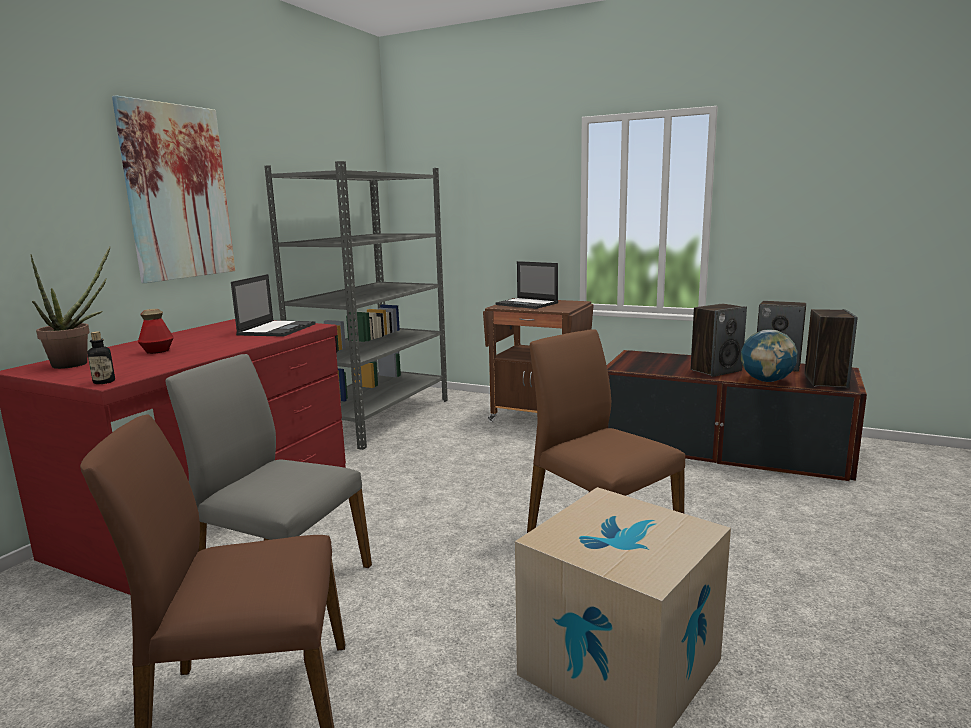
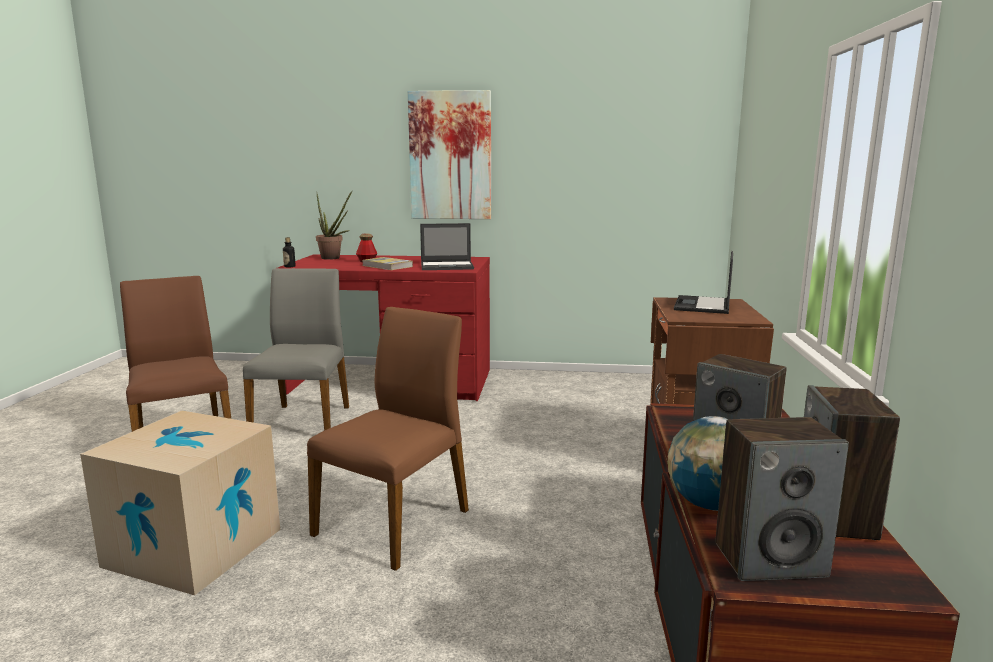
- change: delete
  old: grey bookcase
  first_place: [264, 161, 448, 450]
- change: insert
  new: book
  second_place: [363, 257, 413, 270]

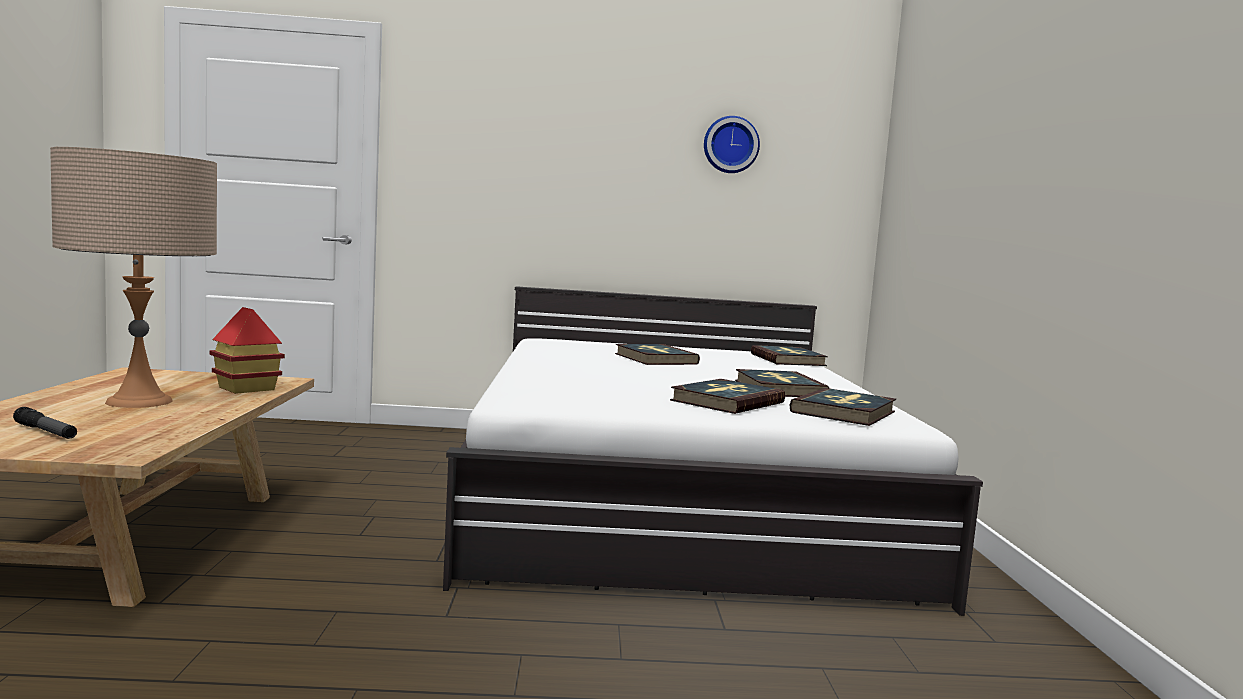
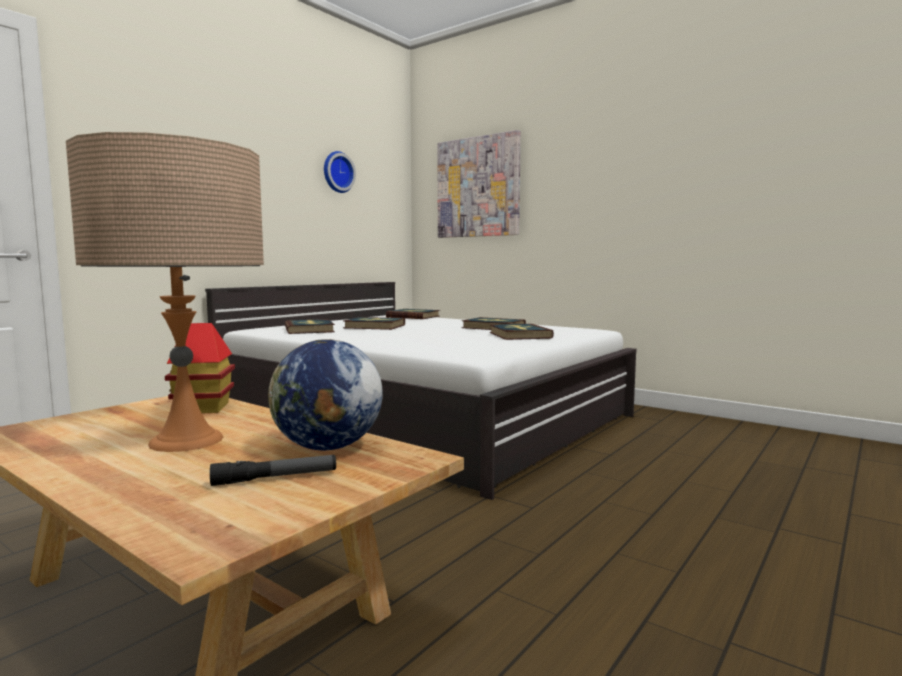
- change: move
  old: book
  first_place: [790, 388, 896, 426]
  second_place: [285, 319, 335, 334]
- change: insert
  new: globe
  second_place: [268, 339, 383, 451]
- change: insert
  new: picture
  second_place: [437, 130, 521, 238]

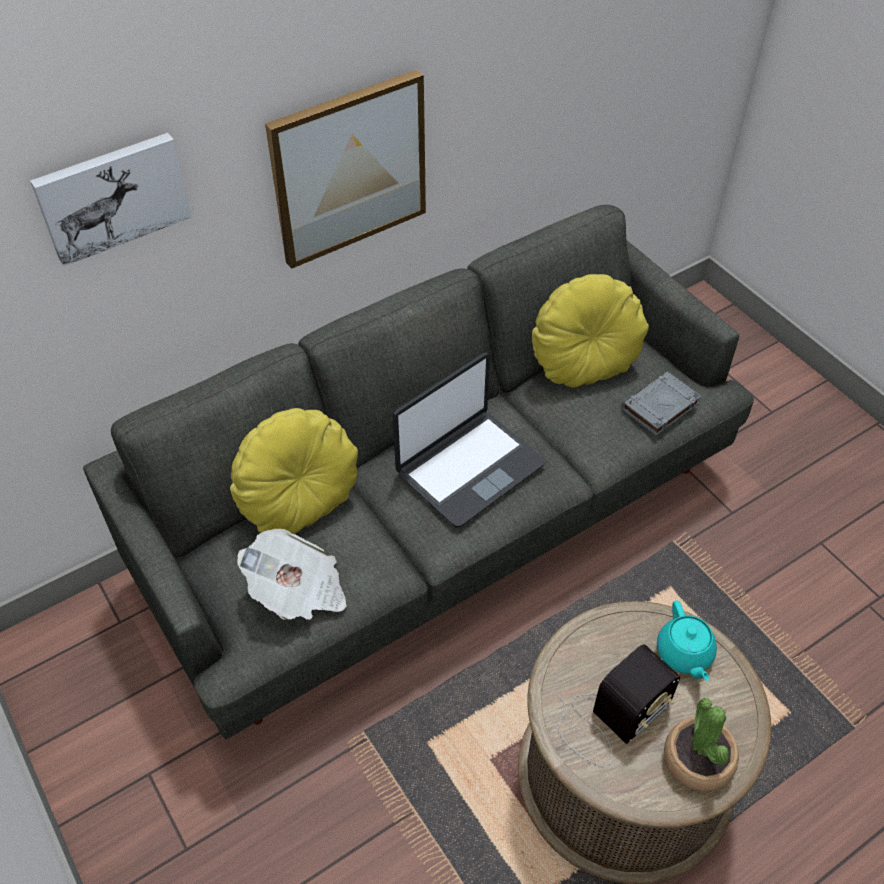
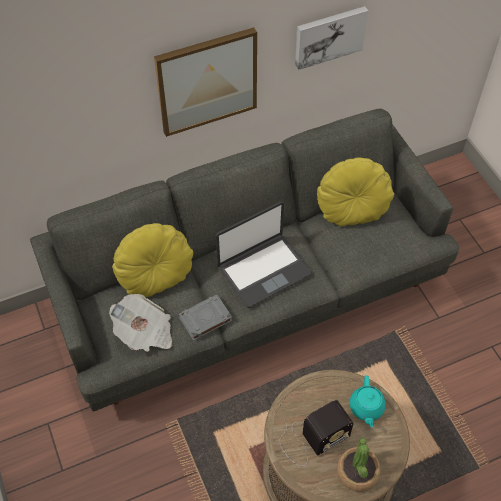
- change: move
  old: picture
  first_place: [30, 133, 192, 266]
  second_place: [295, 6, 368, 70]
- change: move
  old: grey book
  first_place: [621, 372, 701, 436]
  second_place: [178, 294, 232, 341]

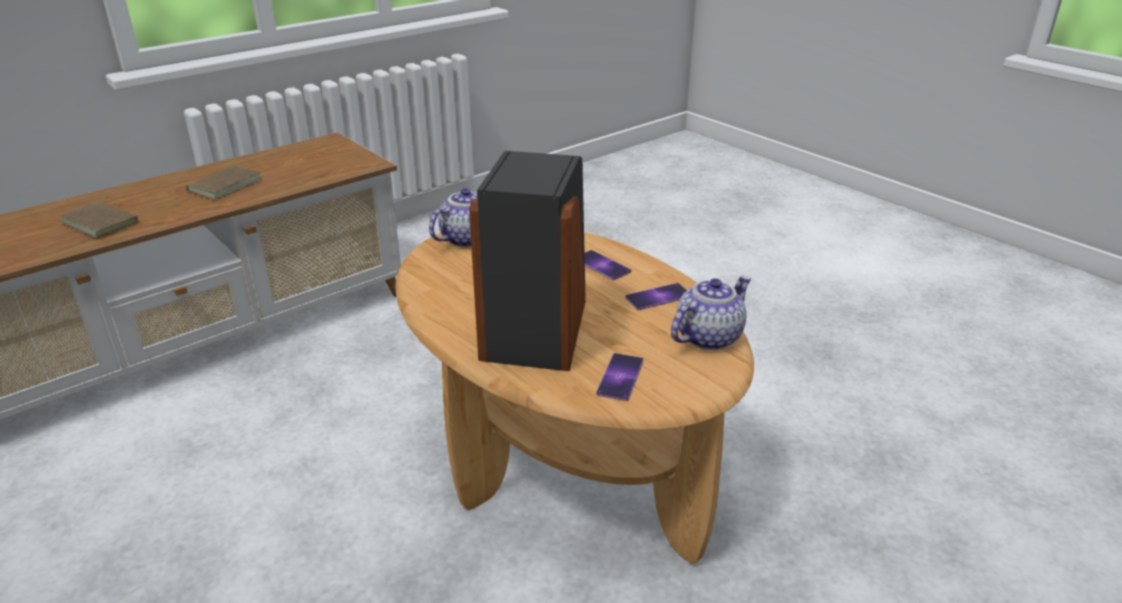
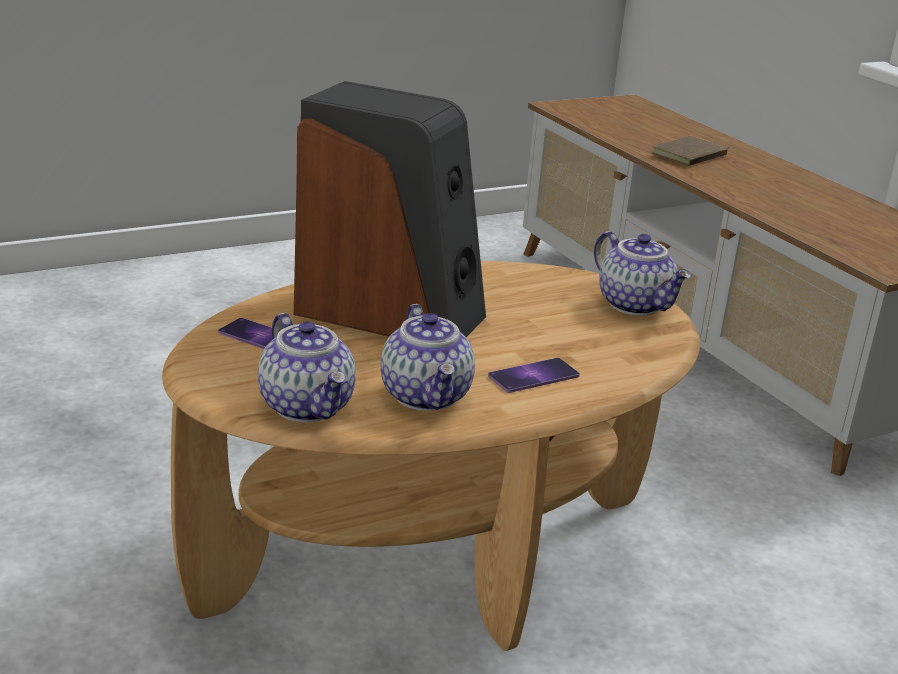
- change: delete
  old: brown book
  first_place: [179, 166, 262, 200]
- change: replace
  old: phone
  new: teapot
  first_place: [625, 283, 687, 310]
  second_place: [381, 304, 475, 411]

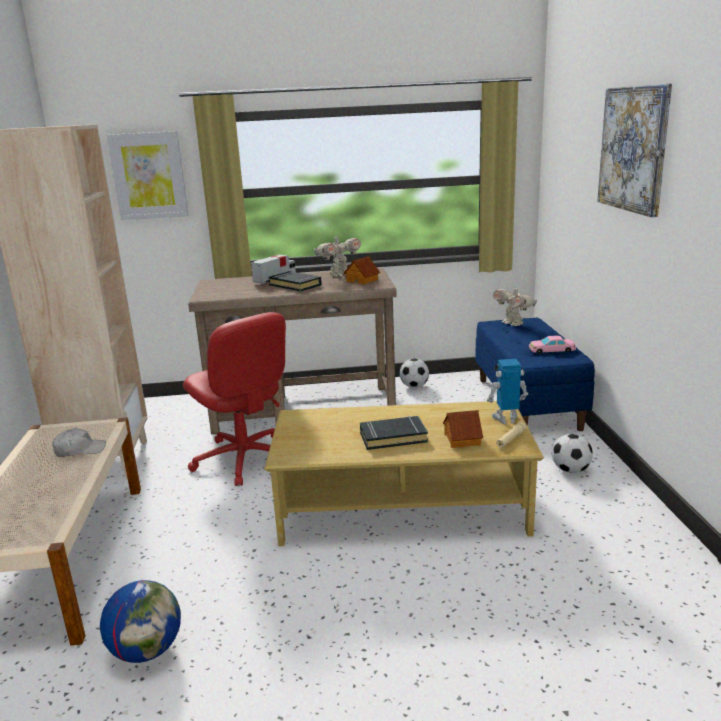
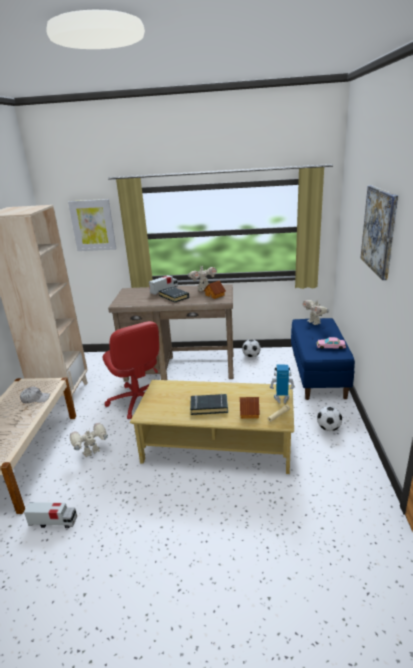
- change: replace
  old: globe
  new: toy truck
  first_place: [100, 580, 181, 663]
  second_place: [24, 502, 77, 528]
- change: insert
  new: toy robot
  second_place: [70, 423, 108, 457]

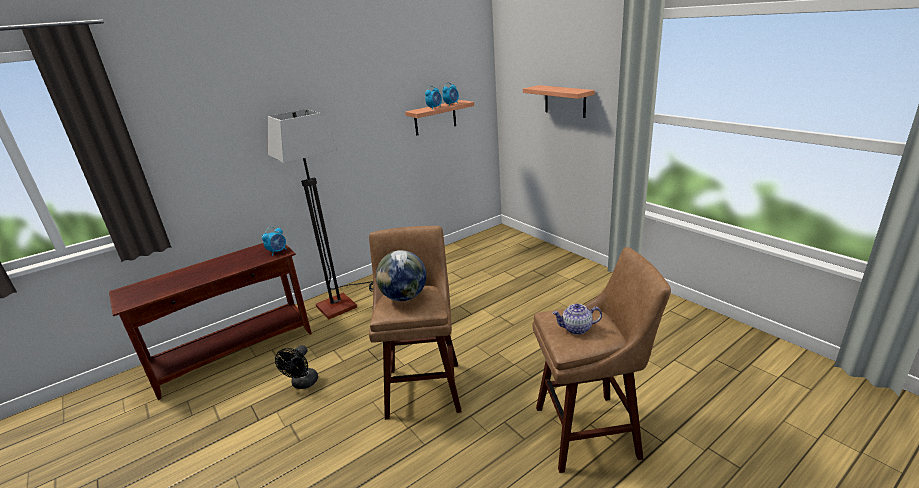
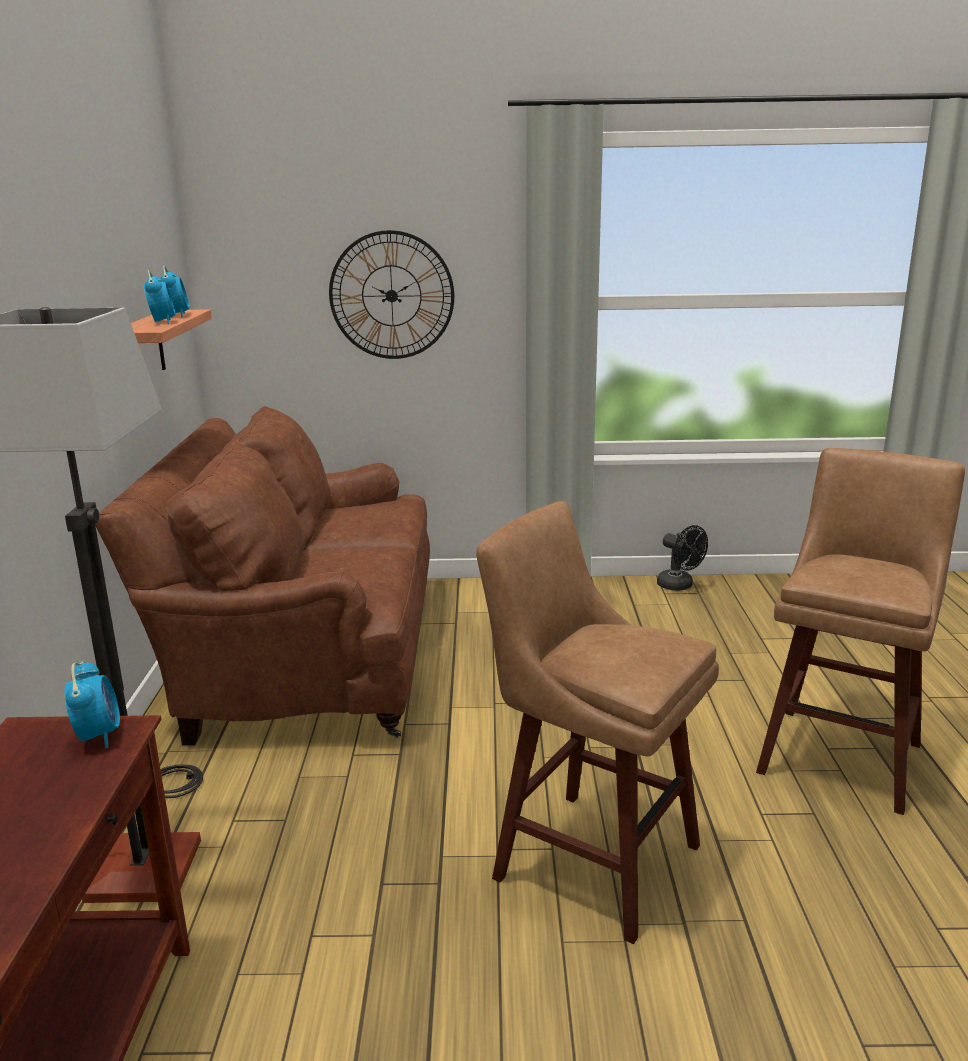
- change: move
  old: black fan
  first_place: [275, 345, 318, 389]
  second_place: [657, 525, 708, 591]
- change: delete
  old: globe
  first_place: [376, 250, 427, 301]
- change: replace
  old: shelf
  new: wall clock
  first_place: [523, 85, 595, 118]
  second_place: [329, 230, 454, 359]
- change: delete
  old: teapot
  first_place: [552, 303, 602, 335]
- change: insert
  new: brown sofa
  second_place: [95, 407, 430, 745]

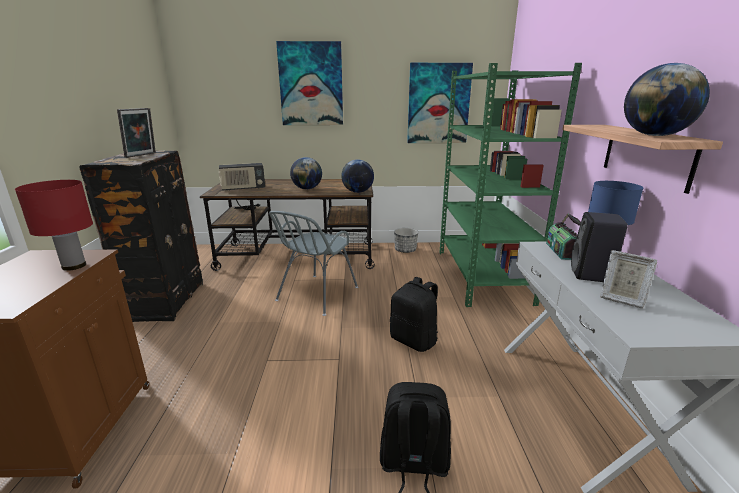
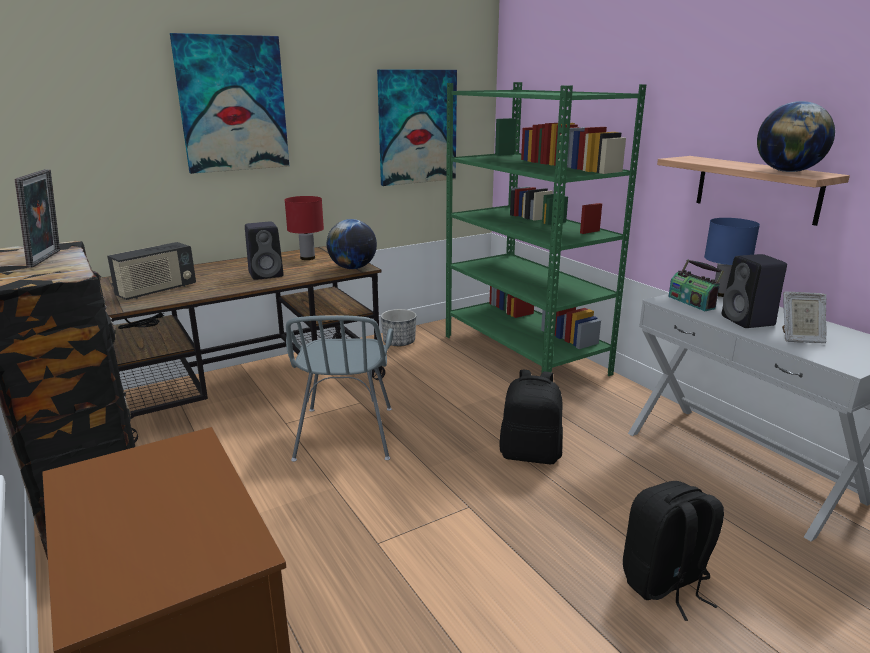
- change: move
  old: red table lamp
  first_place: [15, 180, 93, 271]
  second_place: [284, 196, 324, 260]
- change: replace
  old: globe
  new: black speaker
  first_place: [290, 157, 322, 189]
  second_place: [245, 221, 284, 280]

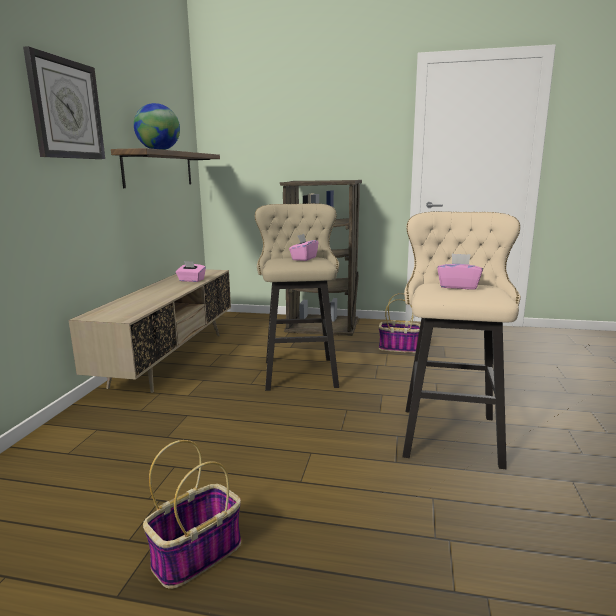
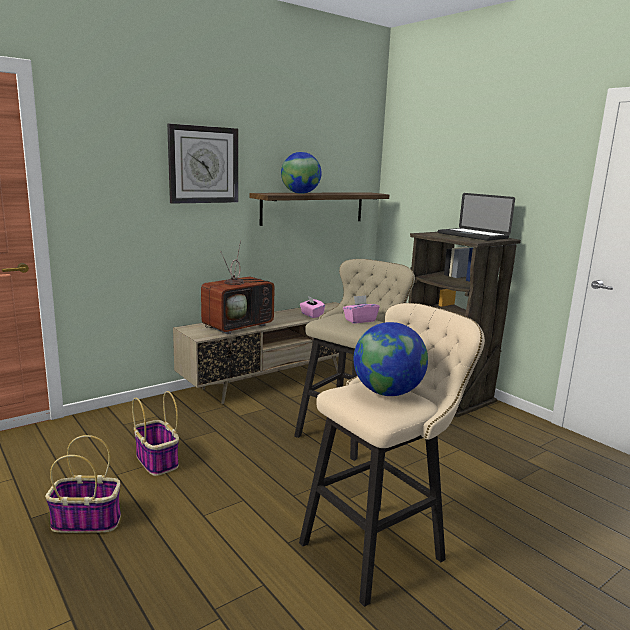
- change: move
  old: basket
  first_place: [379, 293, 420, 353]
  second_place: [132, 391, 179, 476]
- change: replace
  old: pink tissue box
  new: globe
  first_place: [437, 254, 483, 290]
  second_place: [354, 322, 428, 396]
- change: insert
  new: television
  second_place: [201, 241, 275, 334]
- change: insert
  new: laptop
  second_place: [438, 193, 515, 241]

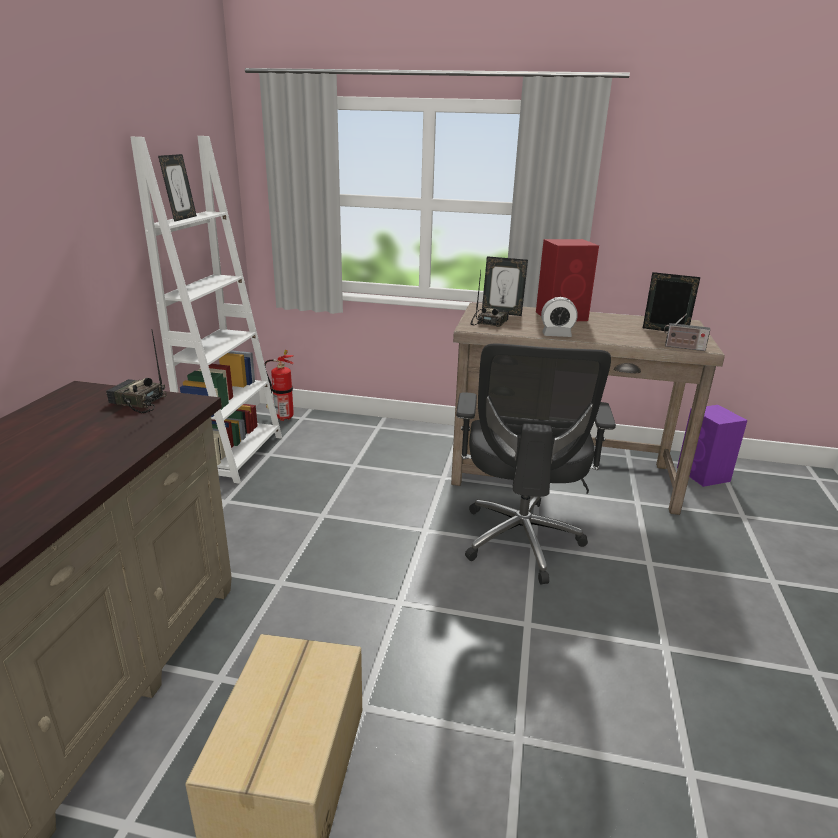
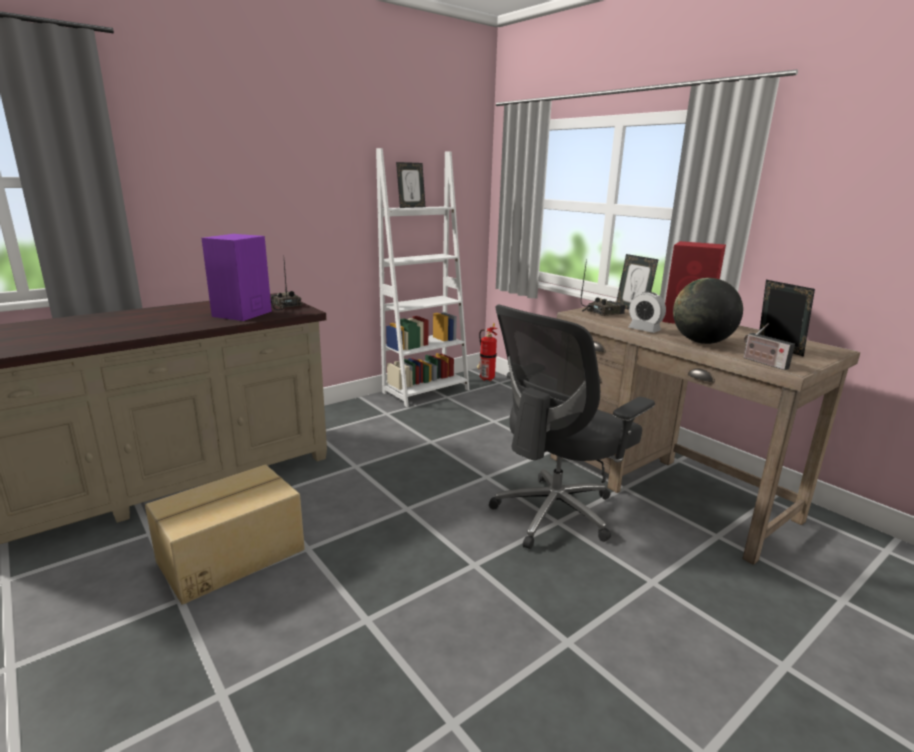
- change: move
  old: purple speaker
  first_place: [677, 405, 748, 487]
  second_place: [201, 234, 272, 321]
- change: insert
  new: globe
  second_place: [673, 278, 743, 344]

